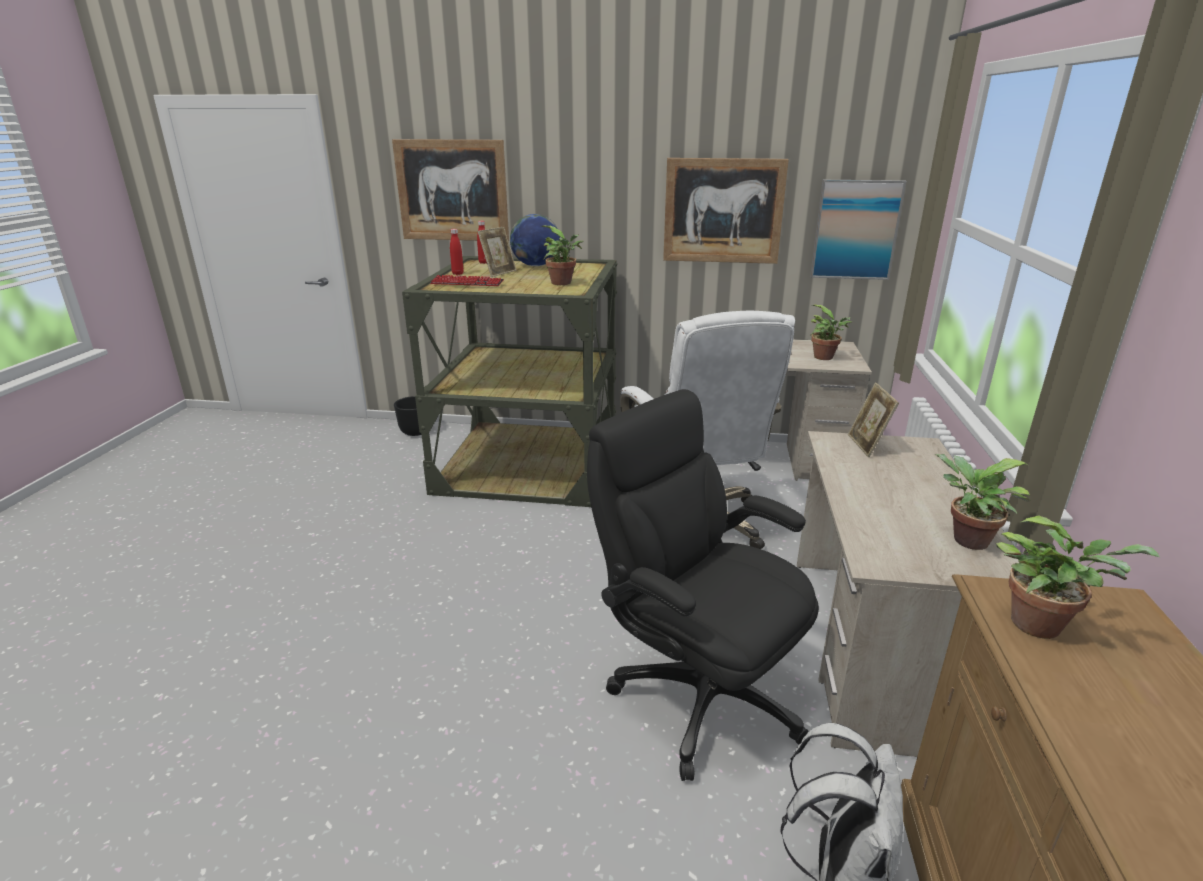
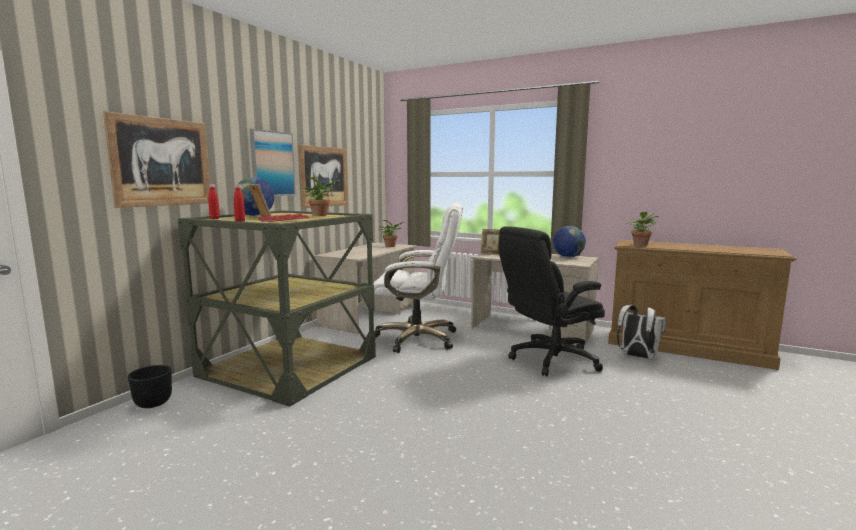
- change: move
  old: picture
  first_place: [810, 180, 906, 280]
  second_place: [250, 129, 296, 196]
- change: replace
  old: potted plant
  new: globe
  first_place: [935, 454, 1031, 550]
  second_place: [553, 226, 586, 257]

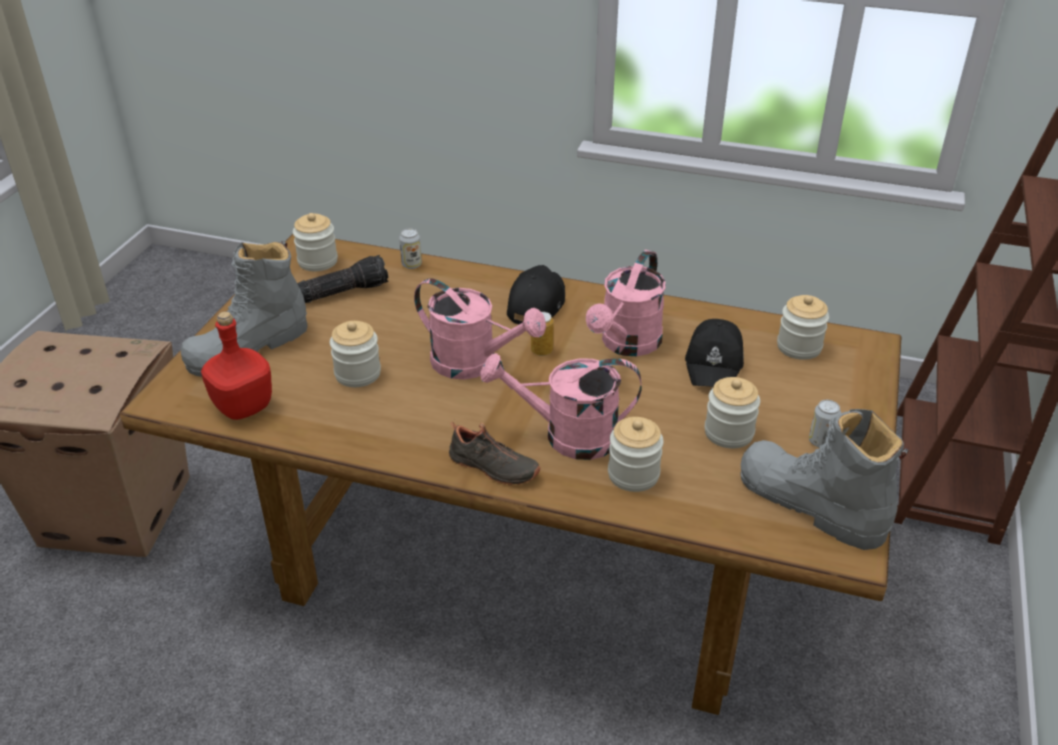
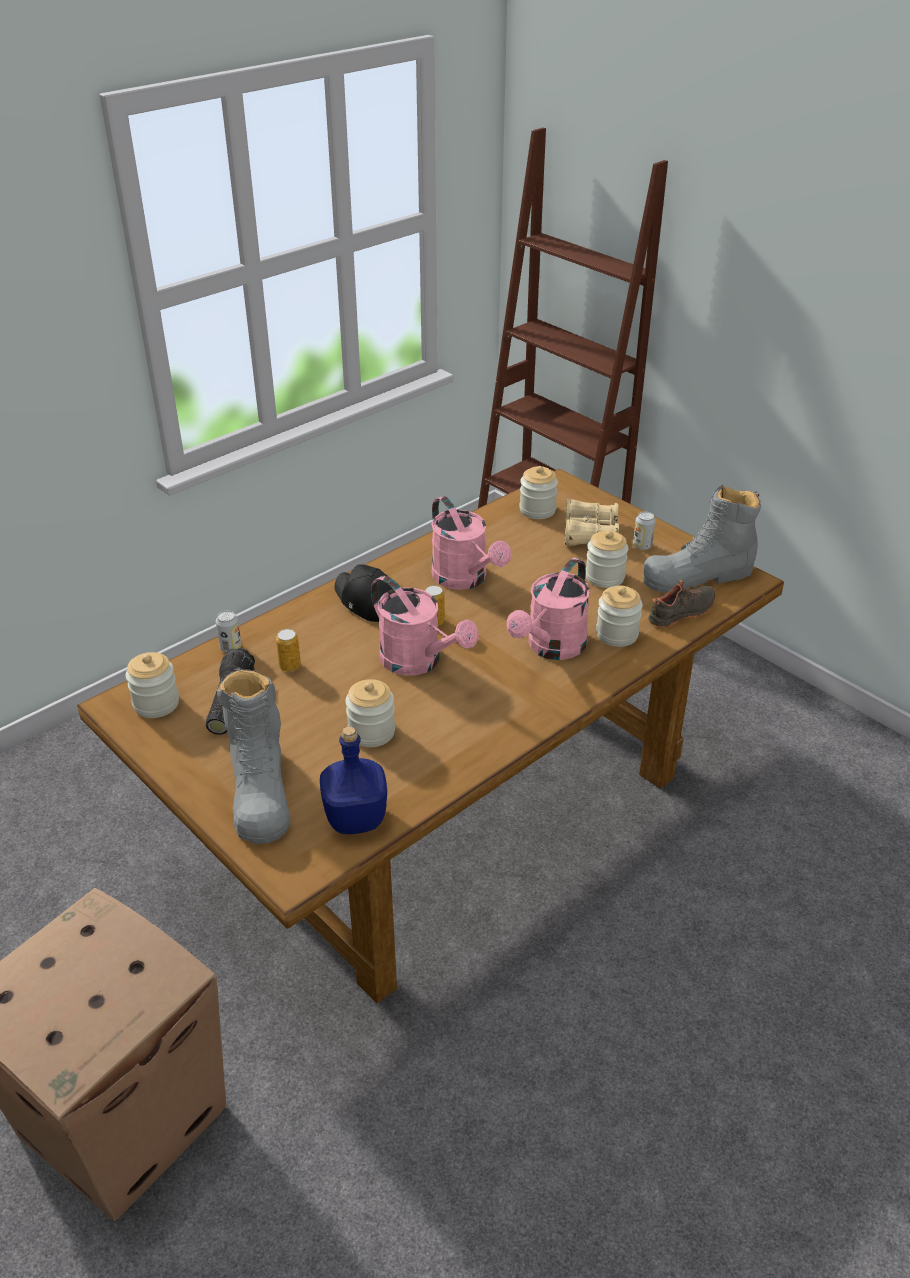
- change: recolor
  old: red bottle
  new: blue bottle
  first_place: [201, 311, 272, 420]
  second_place: [320, 726, 387, 834]
- change: rotate
  old: pink watering can
  first_place: [414, 278, 546, 380]
  second_place: [371, 576, 479, 675]
  degrees: 75
- change: move
  old: black shoe
  first_place: [449, 422, 540, 485]
  second_place: [648, 580, 716, 627]
- change: delete
  old: black cap
  first_place: [685, 319, 744, 387]
- change: insert
  new: can
  second_place: [276, 629, 301, 672]
- change: insert
  new: beige binoculars
  second_place: [565, 499, 619, 546]

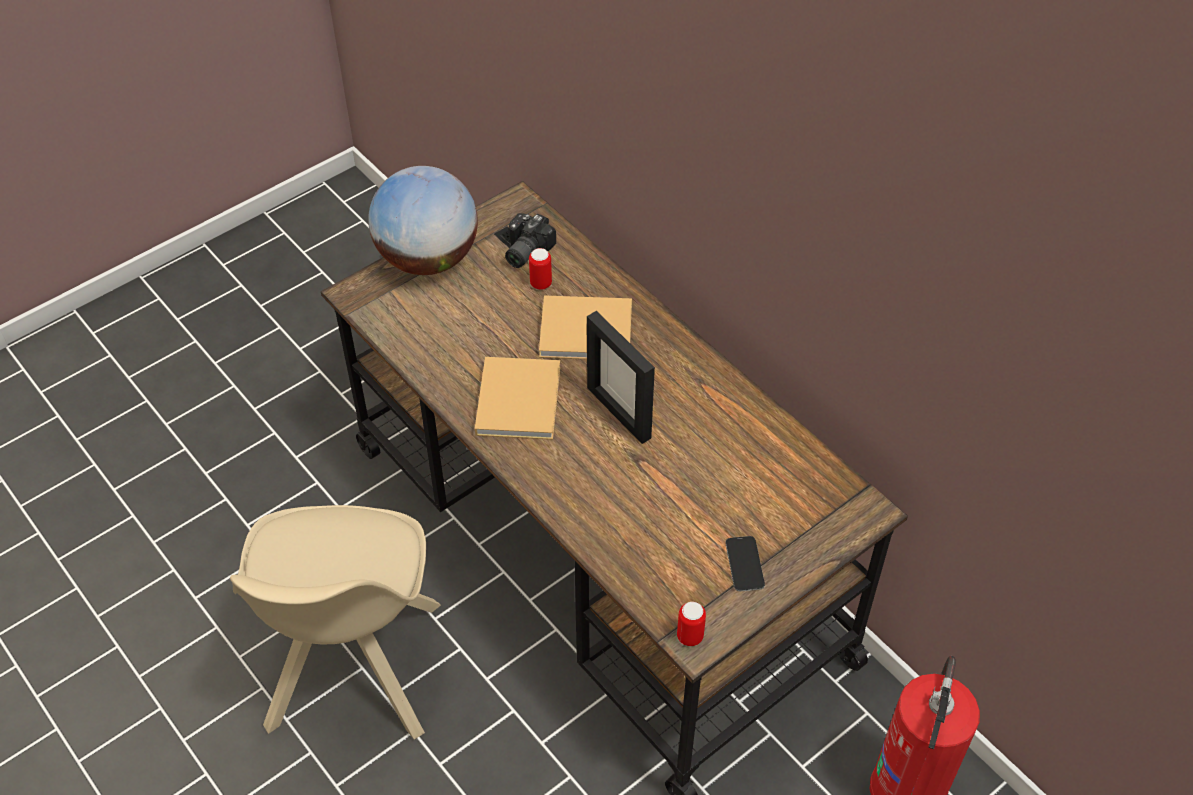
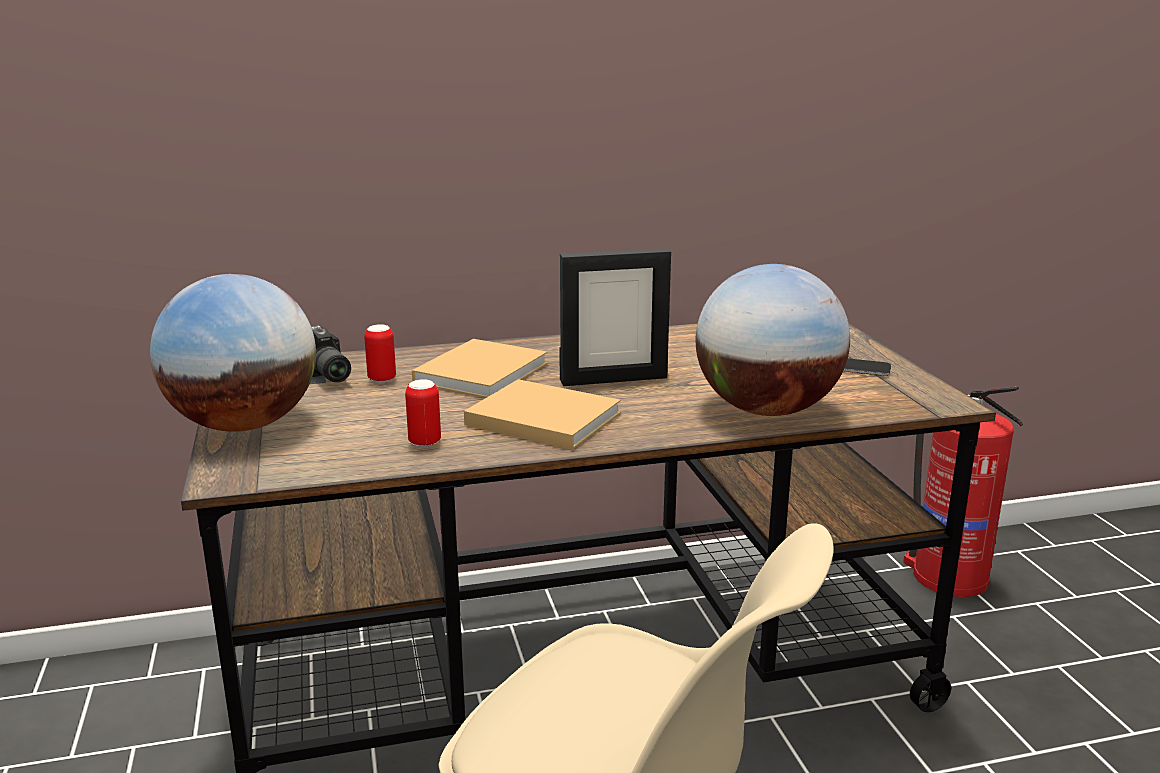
- change: move
  old: can
  first_place: [677, 602, 706, 646]
  second_place: [405, 379, 441, 448]
- change: insert
  new: globe
  second_place: [696, 264, 850, 416]

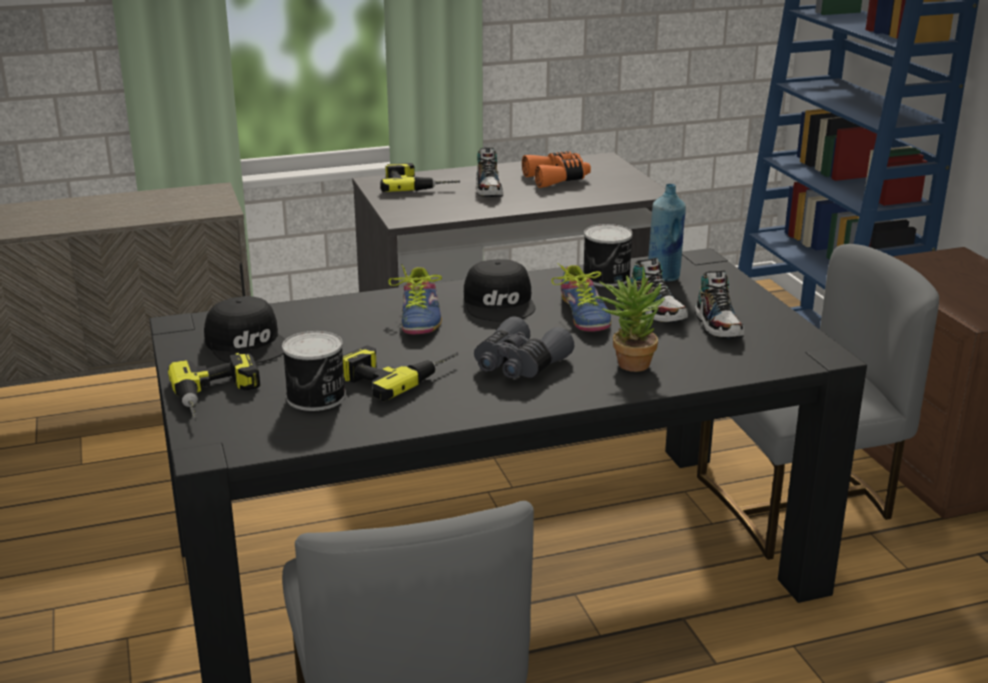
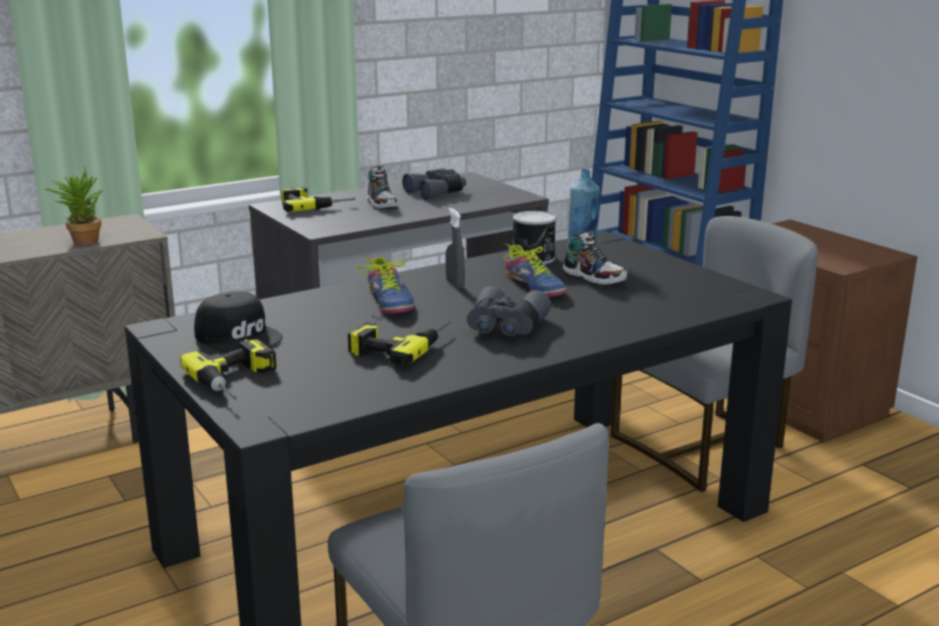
- change: delete
  old: can
  first_place: [282, 331, 346, 411]
- change: replace
  old: black cap
  new: grey spray bottle
  first_place: [464, 259, 535, 322]
  second_place: [445, 208, 465, 288]
- change: recolor
  old: orange binoculars
  new: grey binoculars
  first_place: [522, 151, 591, 188]
  second_place: [402, 169, 466, 200]
- change: move
  old: potted plant
  first_place: [595, 267, 665, 372]
  second_place: [44, 169, 104, 245]
- change: delete
  old: shoe
  first_place: [695, 271, 744, 338]

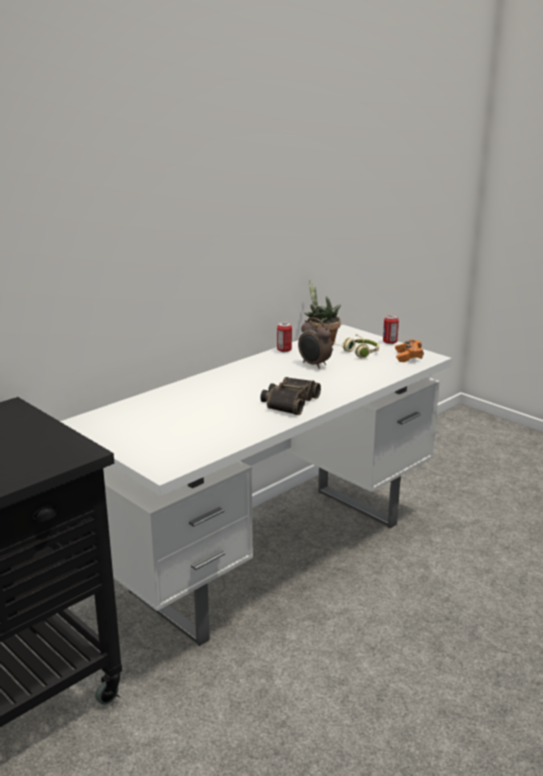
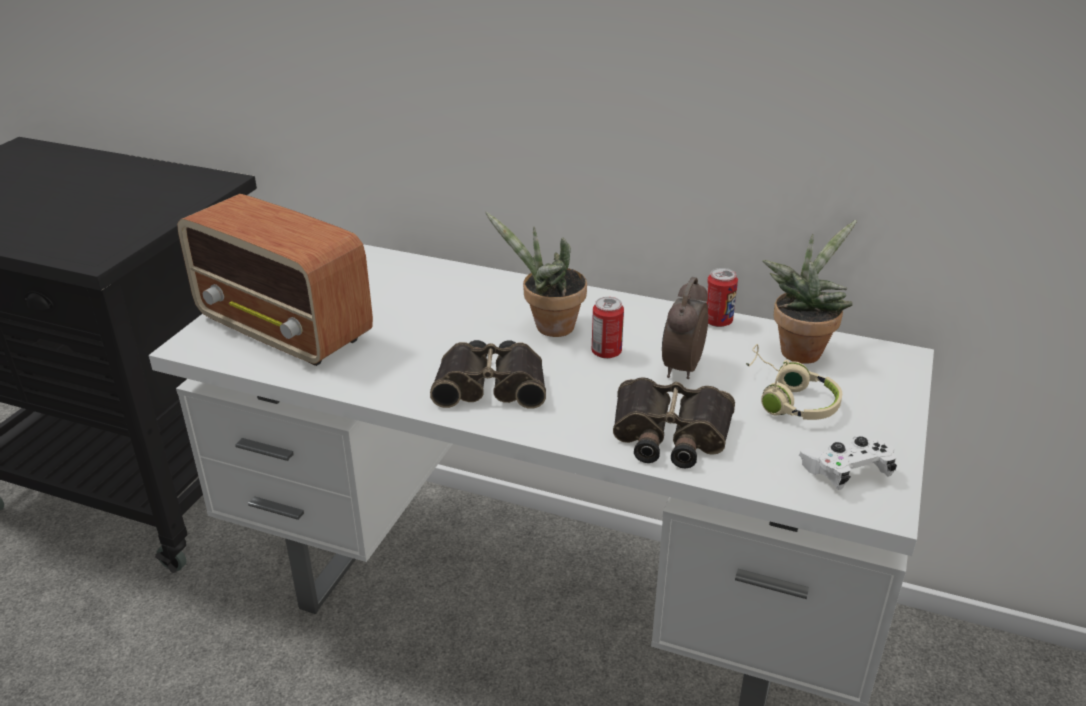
- change: move
  old: can
  first_place: [383, 315, 399, 344]
  second_place: [592, 297, 624, 359]
- change: recolor
  old: orange game controller
  new: white game controller
  first_place: [395, 339, 424, 362]
  second_place: [799, 435, 897, 490]
- change: insert
  new: radio
  second_place: [177, 194, 373, 366]
- change: insert
  new: potted plant
  second_place: [485, 212, 587, 337]
- change: insert
  new: binoculars
  second_place: [613, 377, 735, 469]

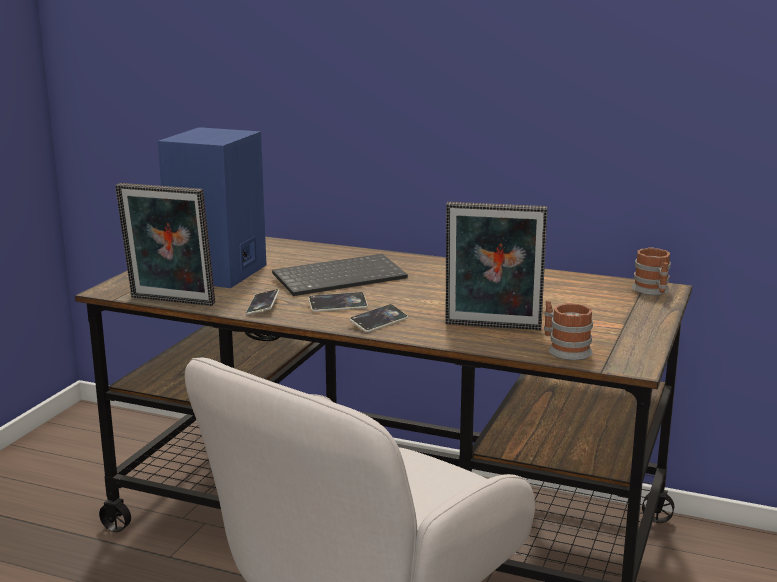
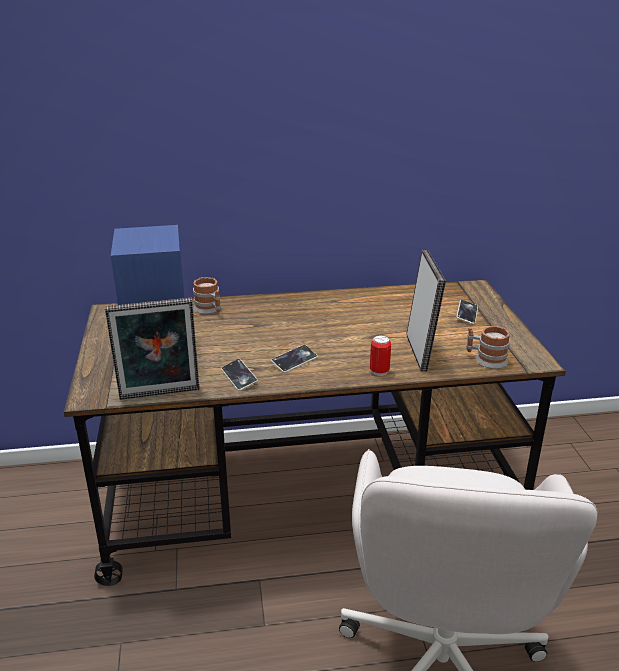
- change: delete
  old: keyboard
  first_place: [272, 254, 408, 296]
- change: move
  old: phone
  first_place: [349, 304, 408, 332]
  second_place: [457, 300, 478, 324]
- change: rotate
  old: picture frame
  first_place: [445, 202, 547, 330]
  second_place: [406, 250, 446, 371]
  degrees: -75
- change: move
  old: mug
  first_place: [632, 248, 671, 295]
  second_place: [193, 277, 221, 314]
- change: insert
  new: can
  second_place: [370, 335, 391, 376]

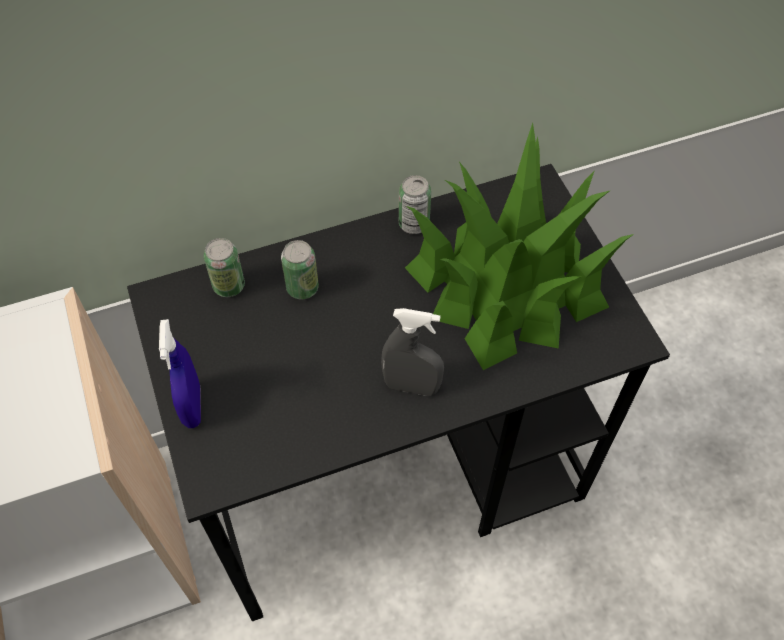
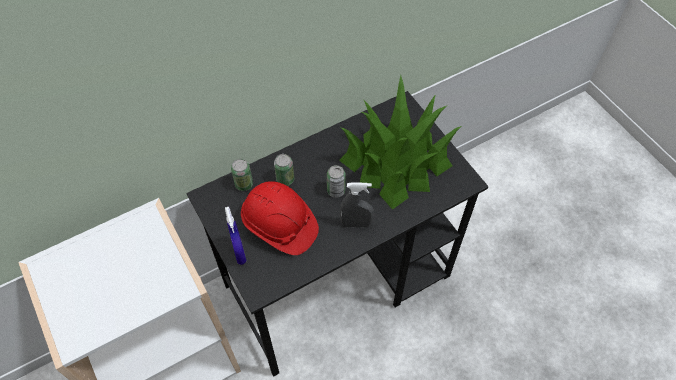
- change: move
  old: can
  first_place: [399, 175, 431, 234]
  second_place: [327, 165, 346, 198]
- change: insert
  new: red hard hat
  second_place: [241, 181, 319, 255]

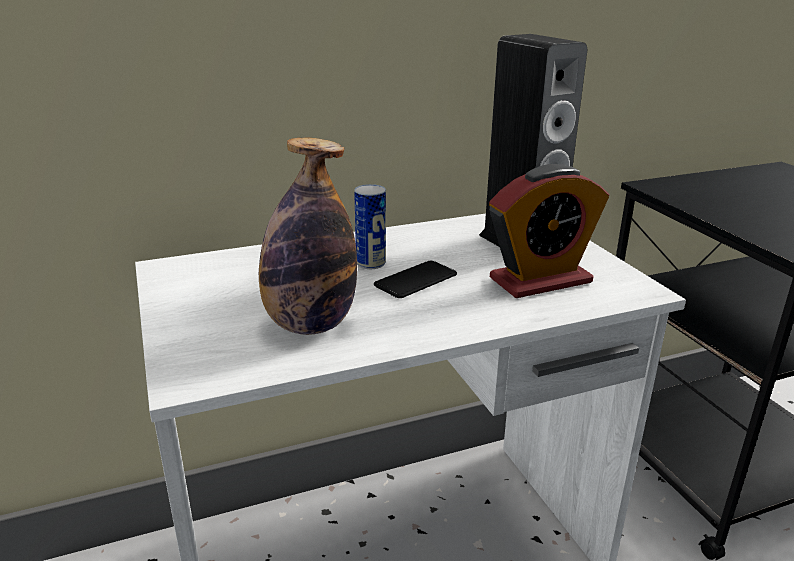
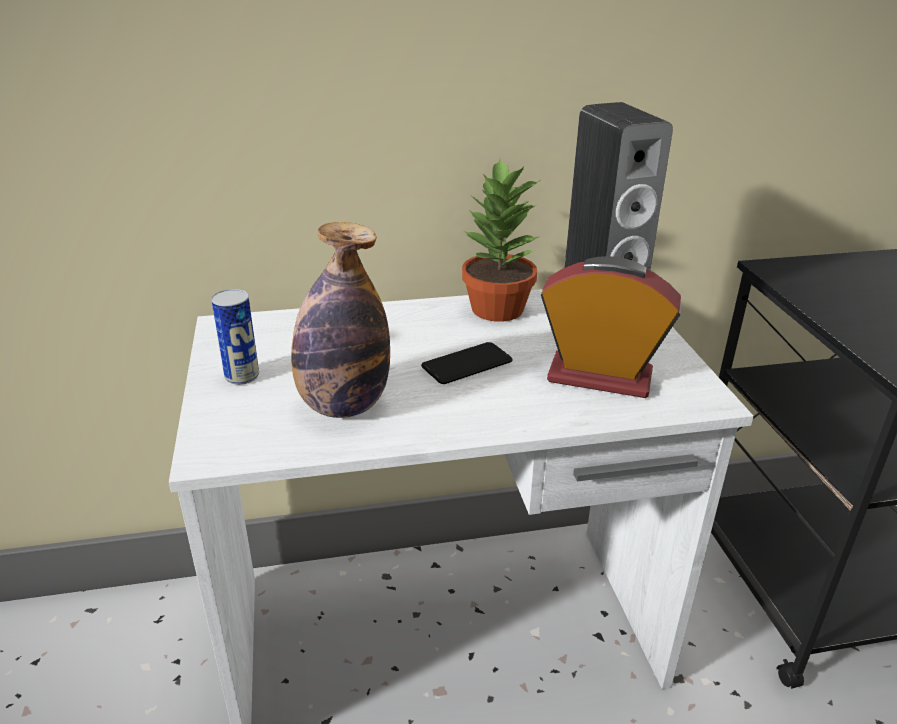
- change: move
  old: can
  first_place: [354, 184, 386, 269]
  second_place: [211, 289, 259, 385]
- change: rotate
  old: alarm clock
  first_place: [489, 164, 609, 298]
  second_place: [541, 256, 681, 398]
  degrees: -150
- change: insert
  new: potted plant
  second_place: [462, 159, 540, 322]

